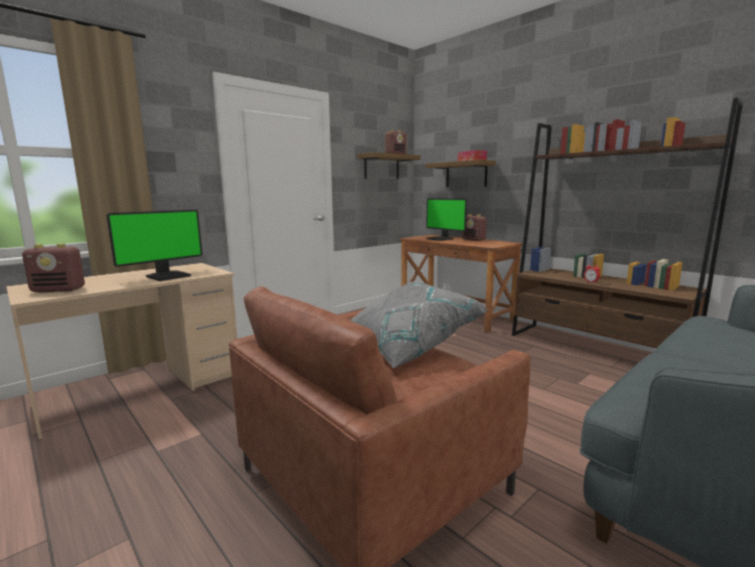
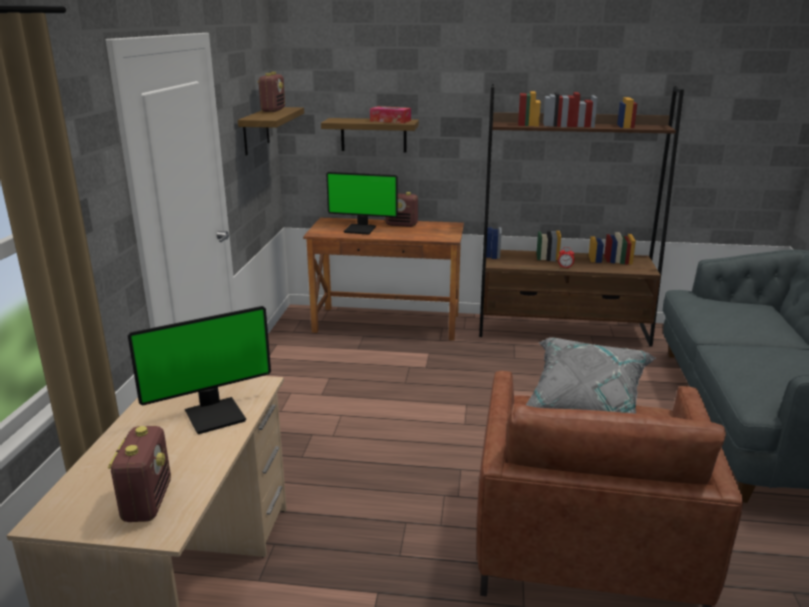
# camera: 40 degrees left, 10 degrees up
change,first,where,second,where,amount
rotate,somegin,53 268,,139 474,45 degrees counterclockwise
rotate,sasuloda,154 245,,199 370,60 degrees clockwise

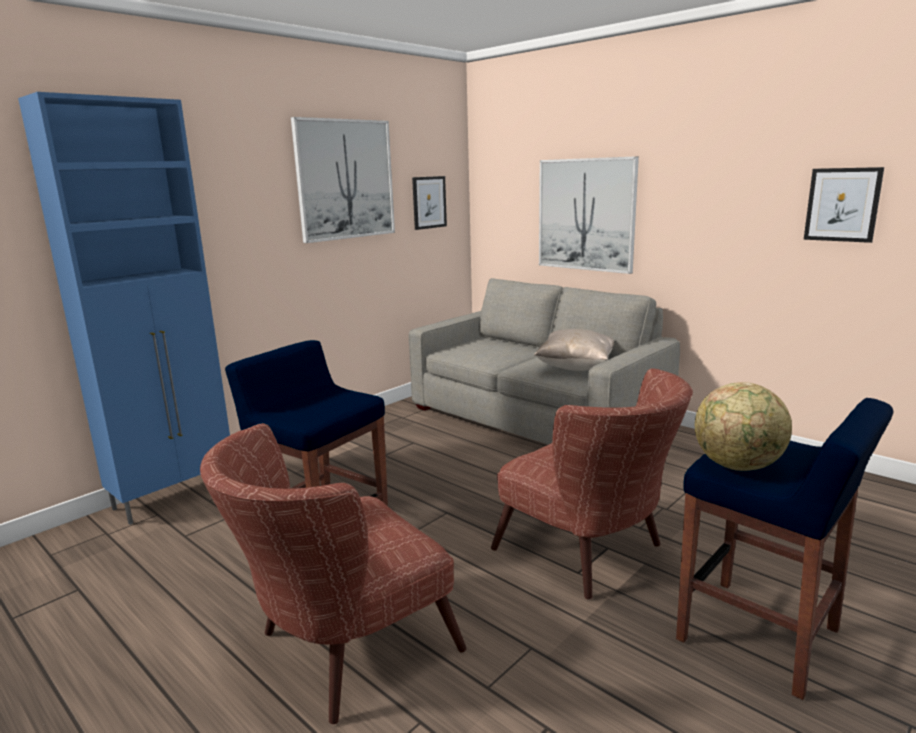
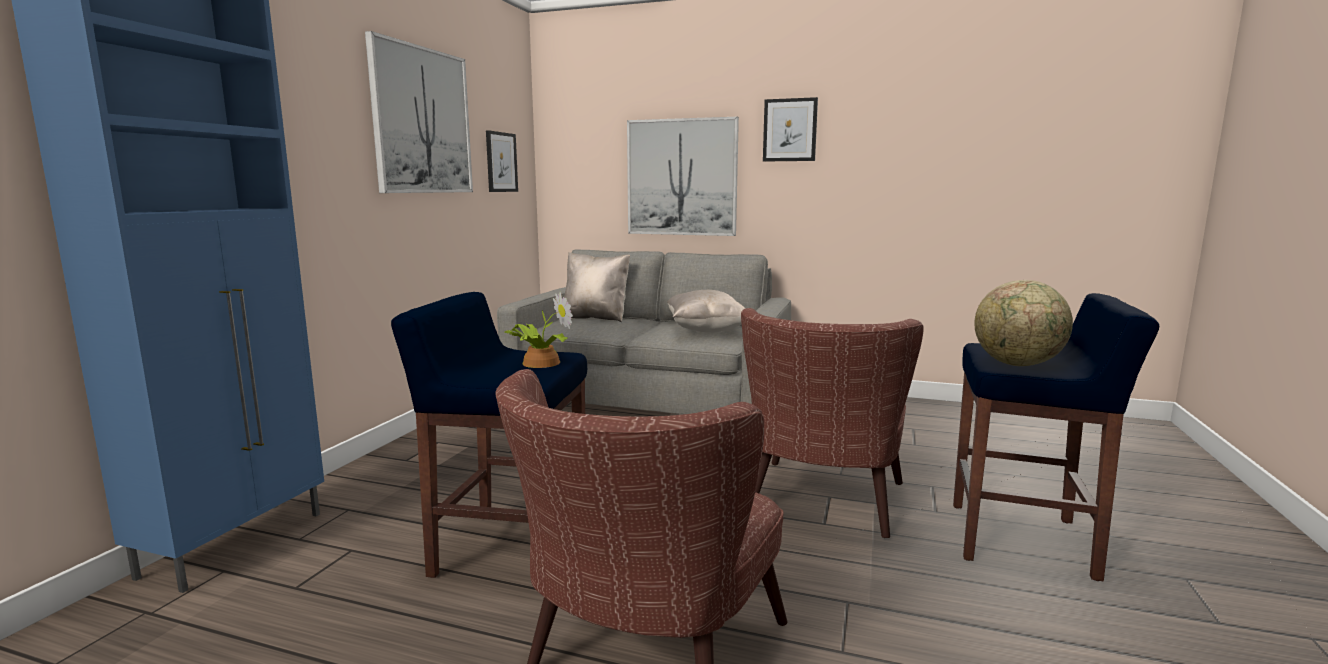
# camera: 25 degrees left, 5 degrees down
change,first,where,second,where,amount
rotate,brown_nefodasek,592 483,,832 423,90 degrees clockwise
move,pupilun,844 205,,790 129,
insert,,,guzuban,539 330,
insert,,,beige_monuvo,597 287,

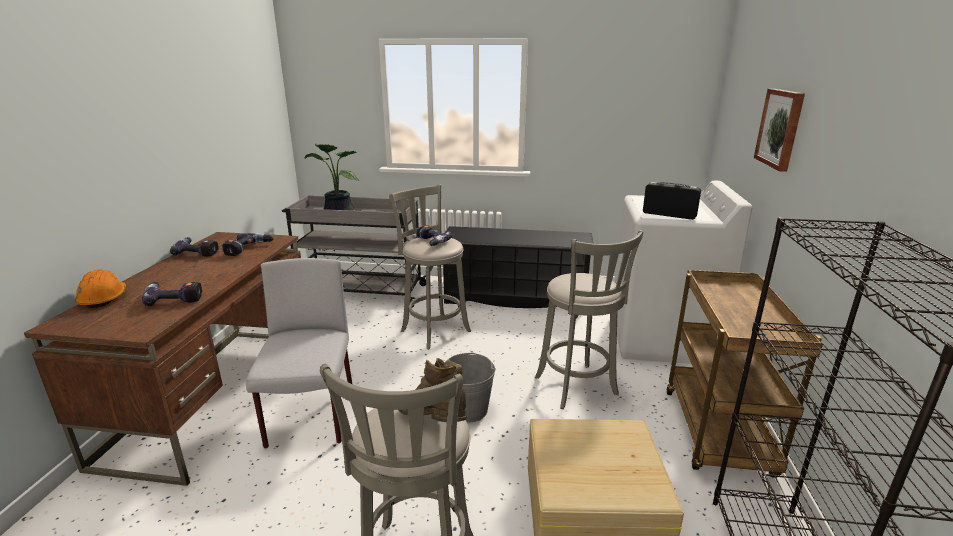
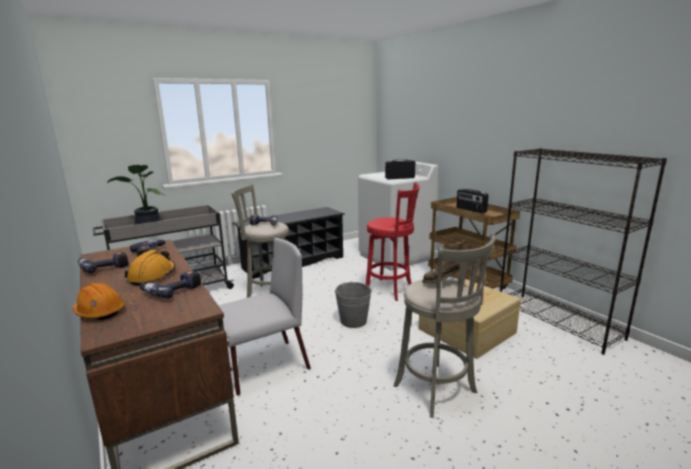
# camera: 40 degrees left, 5 degrees down
change,first,where,second,where,amount
rotate,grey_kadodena,299 353,,264 317,105 degrees clockwise
recolor,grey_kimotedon,589 319,red_kimotedon,392 241,
delete,pupilun,779 130,,,
insert,,,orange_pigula,149 268,
insert,,,somegin,472 201,

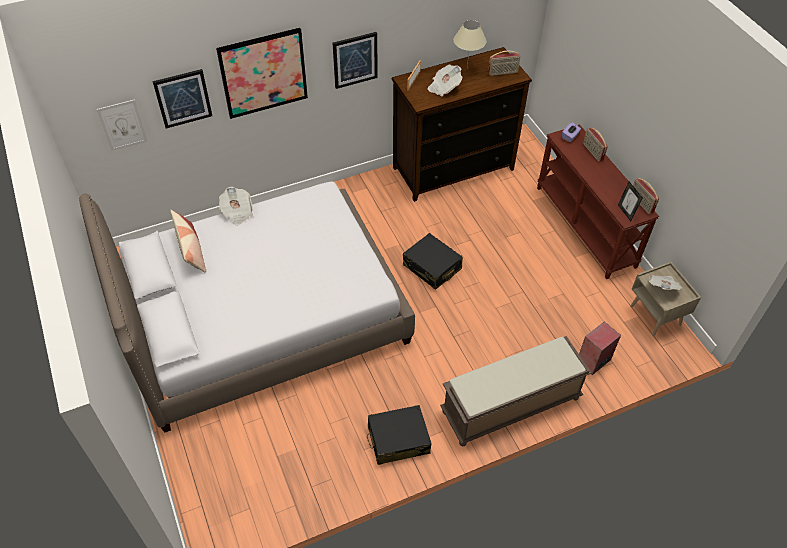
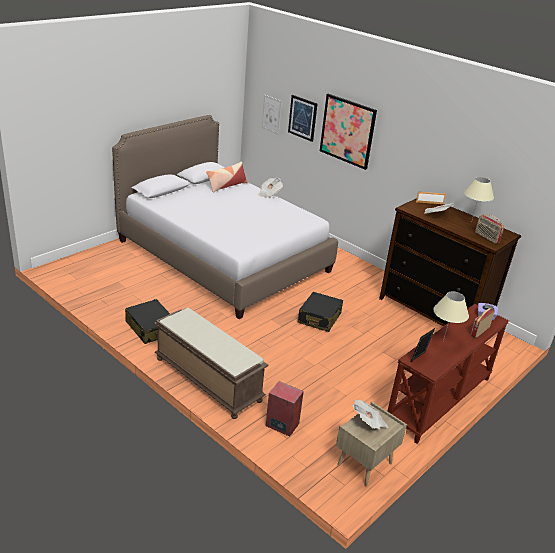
# camera: 65 degrees right, 20 degrees down
change,first,where,second,where,amount
delete,pupilun,355 60,,,
delete,somegin,646 196,,,
insert,,,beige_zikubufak,451 316,

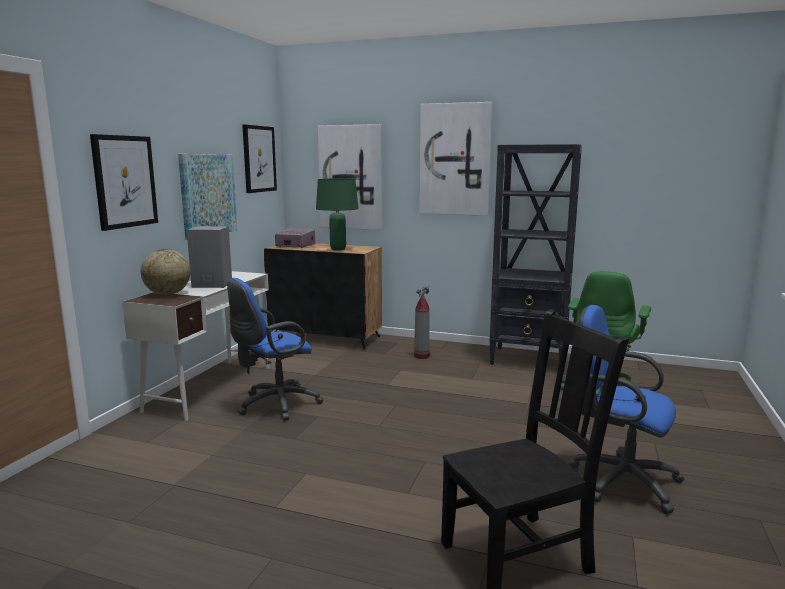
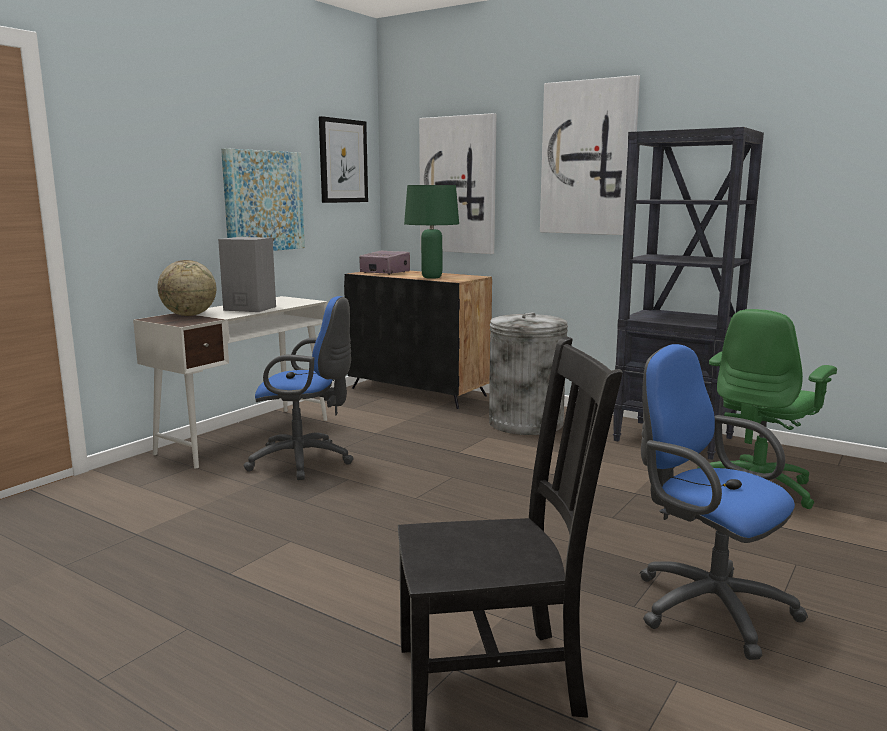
# camera: 15 degrees right, 0 degrees up
change,first,where,second,where,amount
delete,pupilun,124 182,,,
rotate,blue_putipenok,275 349,,299 388,150 degrees counterclockwise
replace,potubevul,422 322,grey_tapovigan,528 374,

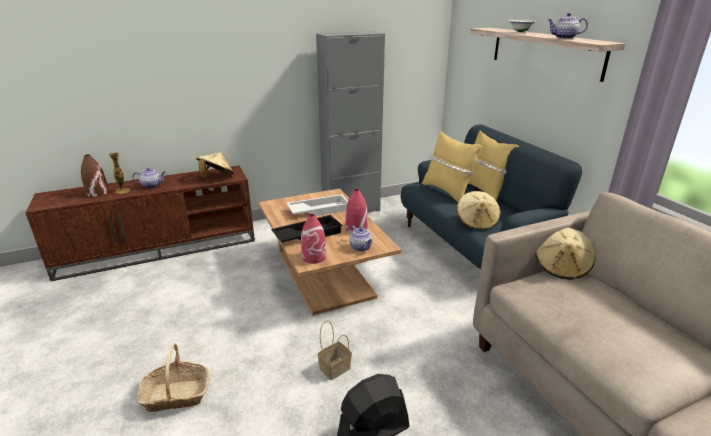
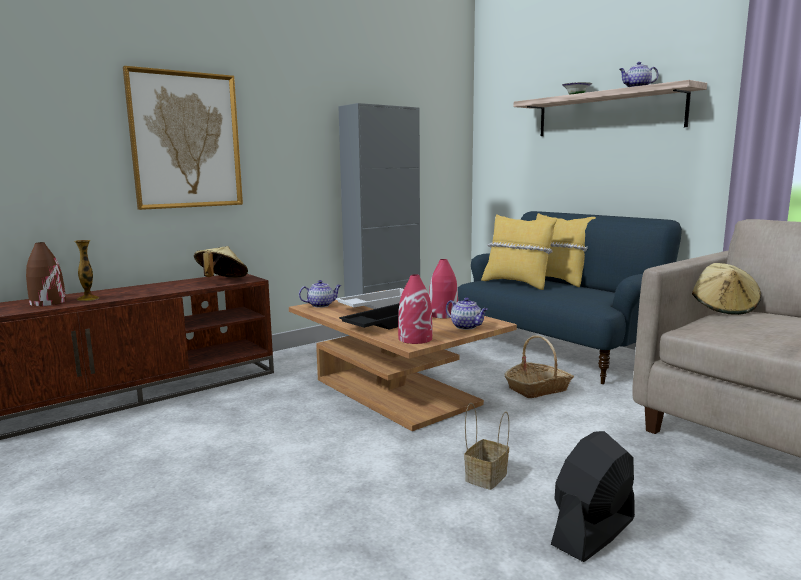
# camera: 15 degrees left, 15 degrees down
change,first,where,second,where,amount
move,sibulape,148 178,,320 294,
move,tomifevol,173 377,,539 366,
delete,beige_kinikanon,479 210,,,
insert,,,pupilun,183 138,

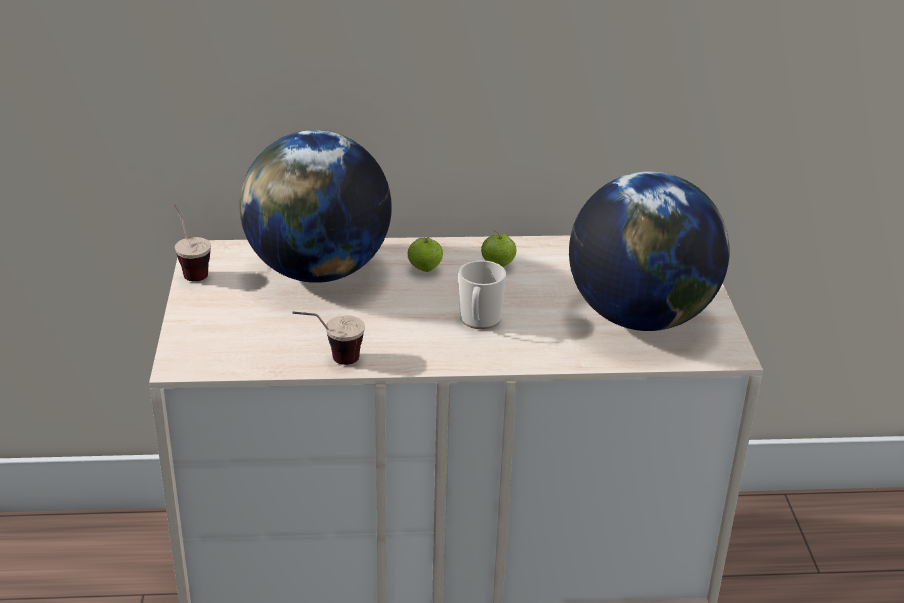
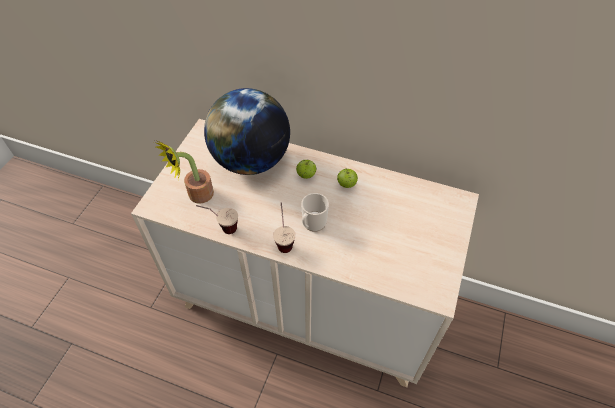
# camera: 25 degrees right, 20 degrees up
change,first,where,second,where,amount
move,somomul,192 242,,284 227,
delete,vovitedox,649 251,,,
insert,,,guzuban,184 172,

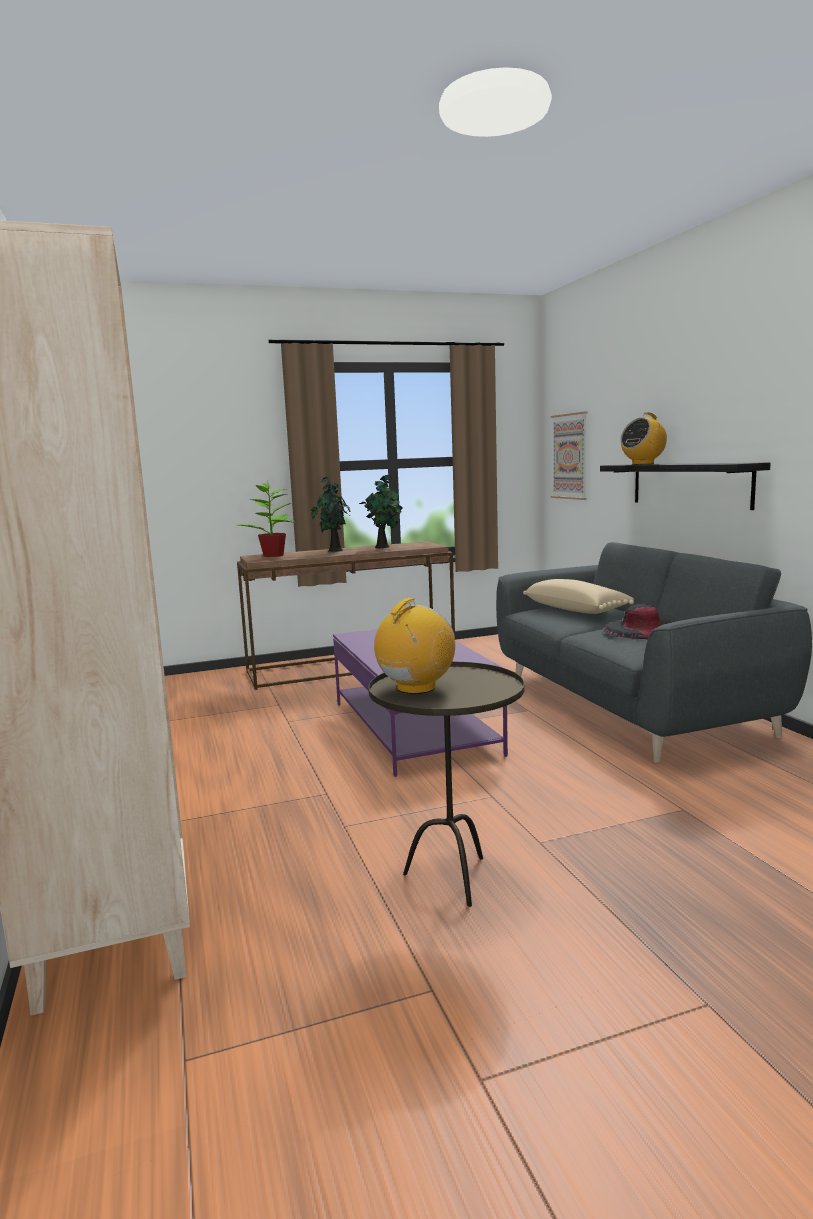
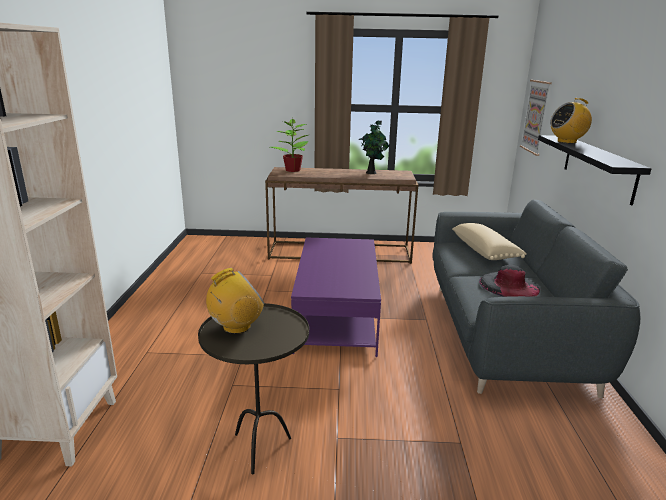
# camera: 20 degrees right, 10 degrees up
change,first,where,second,where,amount
delete,guzuban,331 514,,,

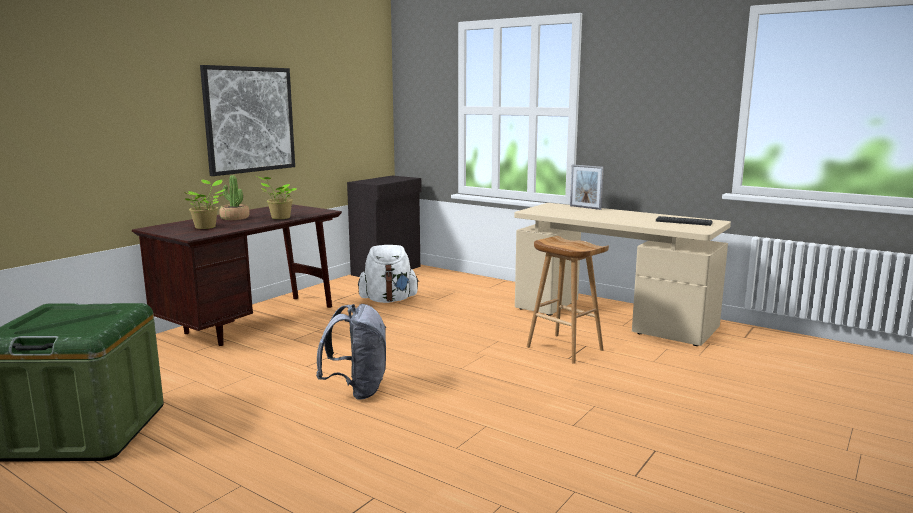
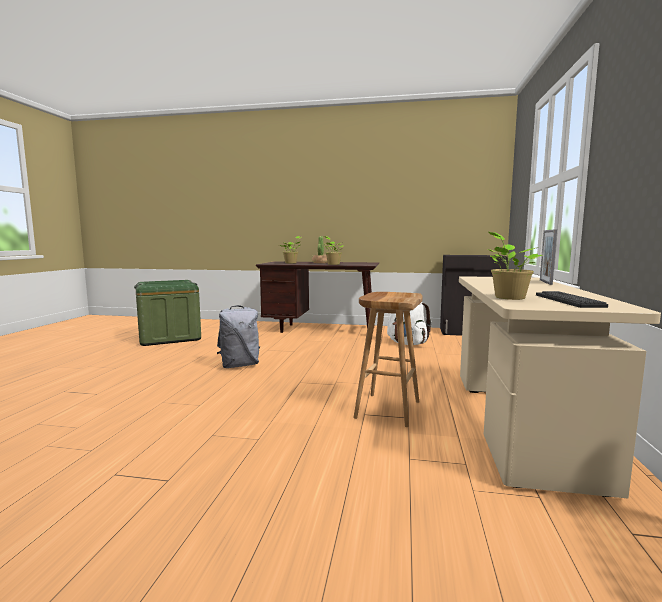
# camera: 65 degrees right, 5 degrees down
change,first,where,second,where,amount
delete,pupilun,247 120,,,
insert,,,guzuban,514 266,

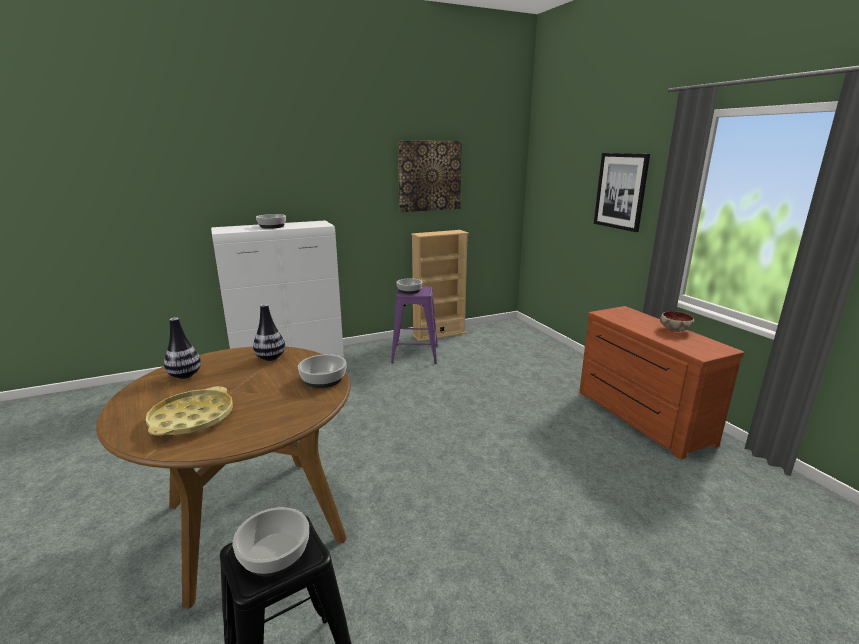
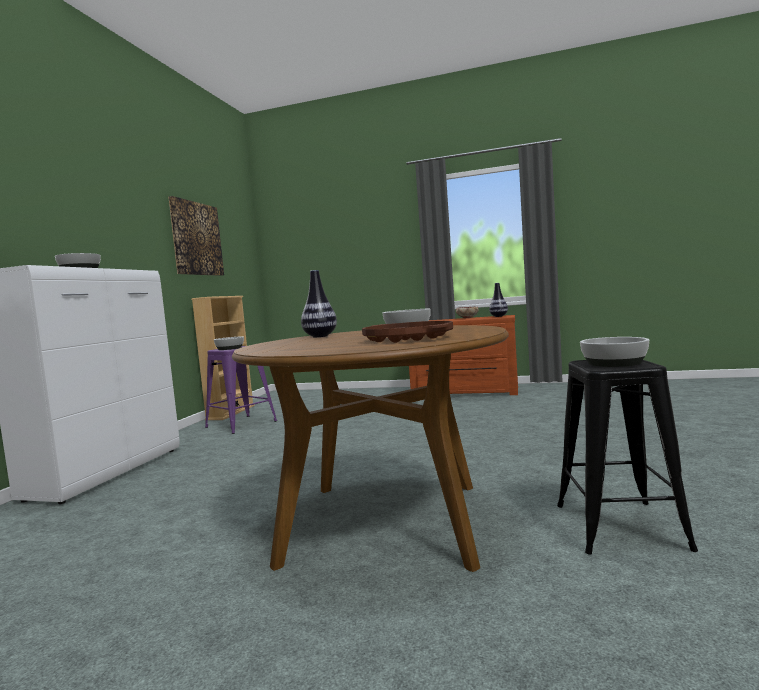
# camera: 50 degrees left, 15 degrees down
change,first,where,second,where,amount
recolor,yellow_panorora,189 411,brown_panorora,407 332,
move,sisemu,182 348,,498 300,
delete,pupilun,622 192,,,

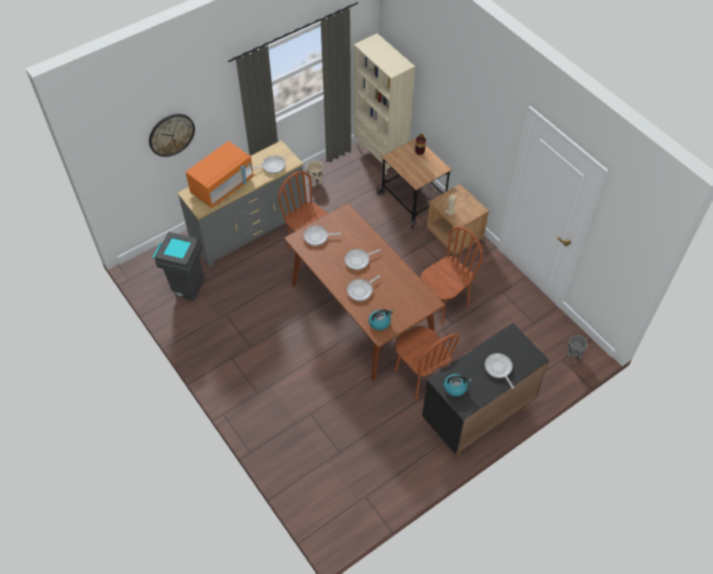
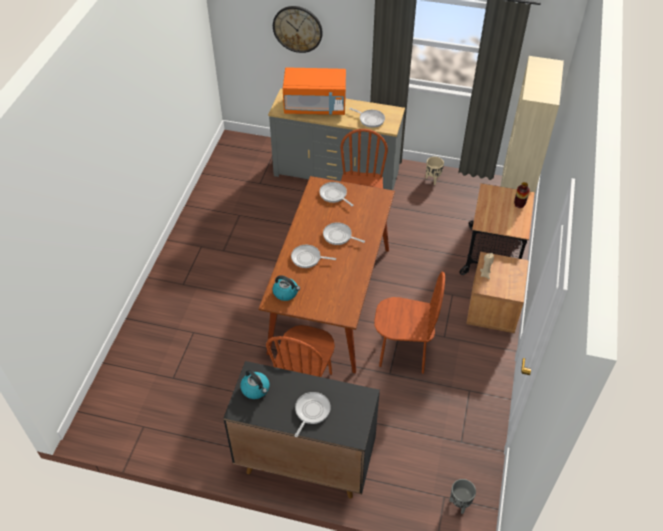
# camera: 50 degrees right, 5 degrees down
change,first,where,second,where,amount
delete,grey_tapovigan,178 266,,,

